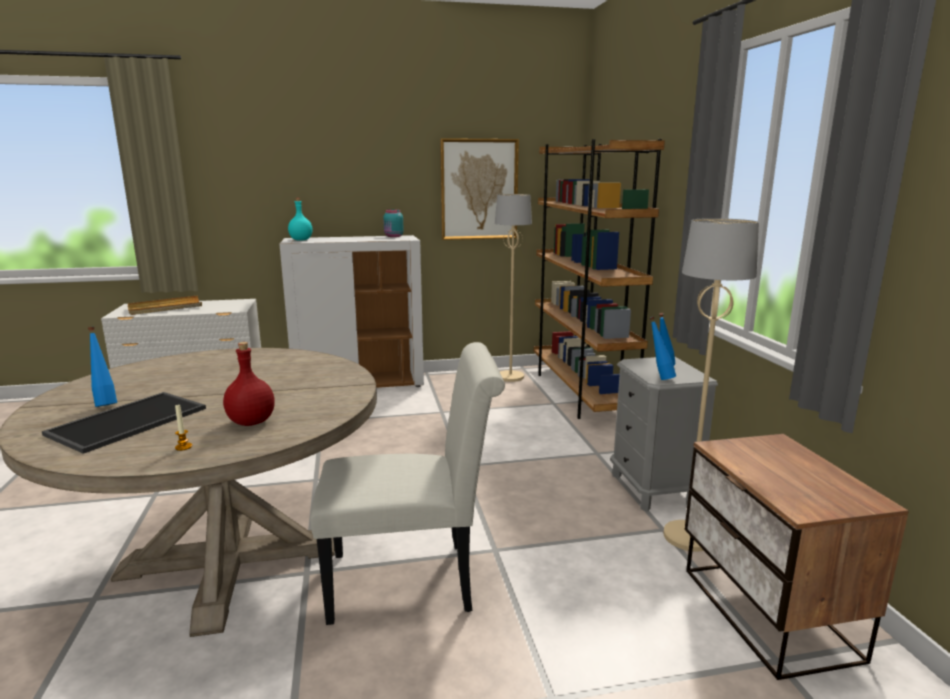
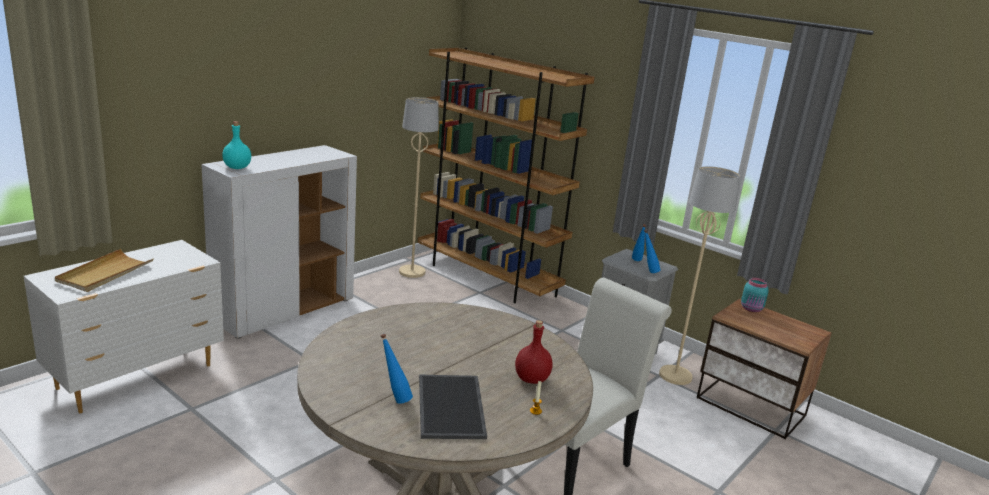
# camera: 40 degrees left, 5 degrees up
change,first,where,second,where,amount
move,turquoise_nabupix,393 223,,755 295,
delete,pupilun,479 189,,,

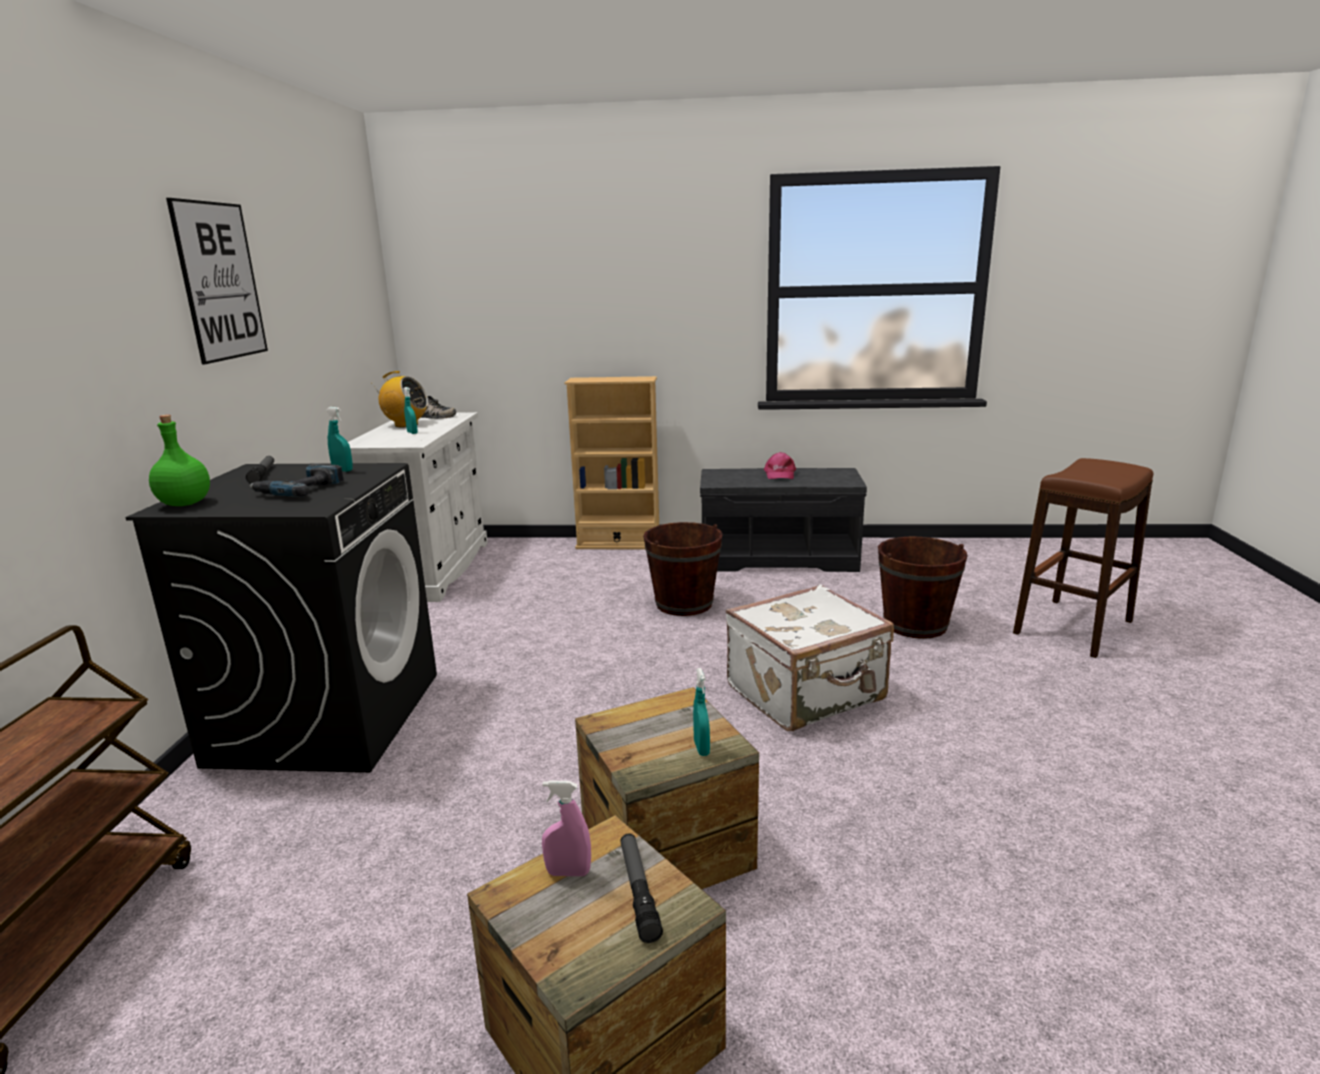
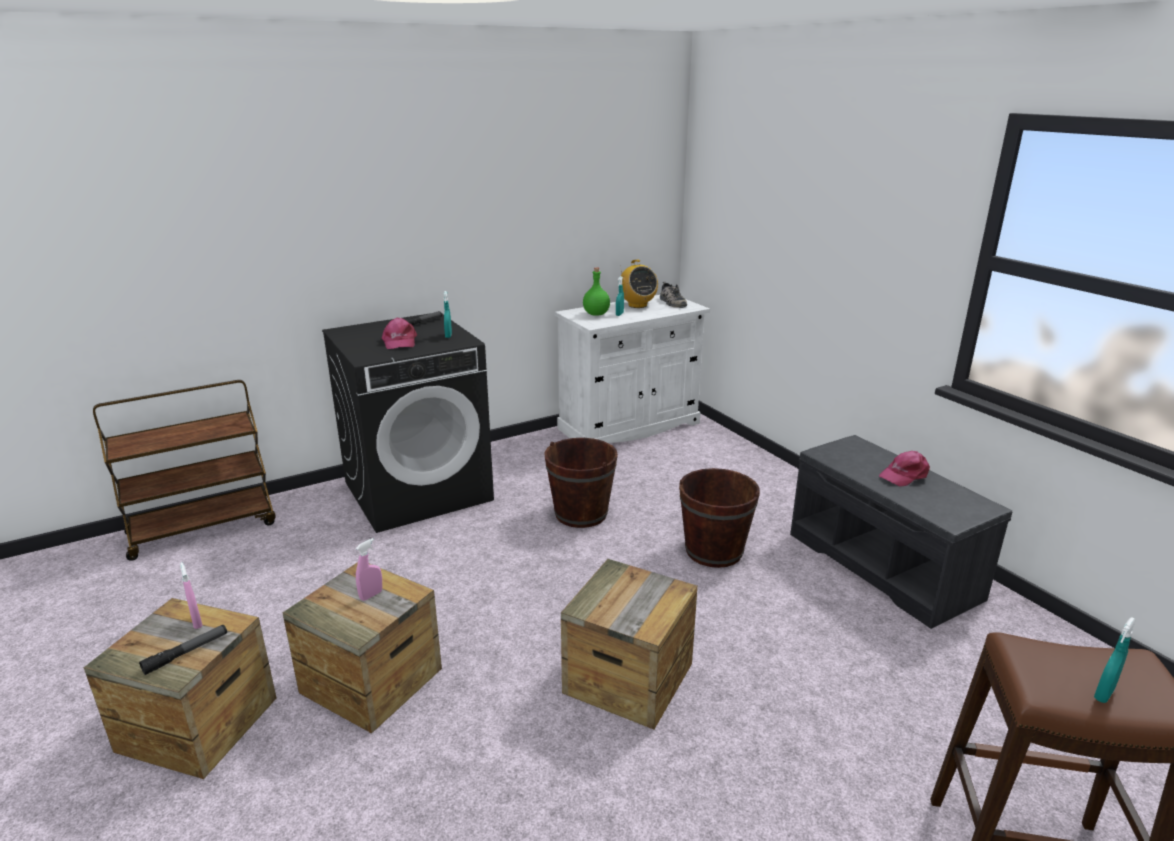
# camera: 55 degrees right, 5 degrees up
change,first,where,second,where,amount
move,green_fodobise,179 460,,596 292,
delete,pupilun,217 281,,,
replace,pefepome,297 480,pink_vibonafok,399 333,
delete,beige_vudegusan,612 462,,,
move,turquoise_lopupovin,701 712,,1115 660,
replace,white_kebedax,810 657,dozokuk,629 644,
move,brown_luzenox,923 587,,581 483,
insert,,,pink_lopupovin,369 569,

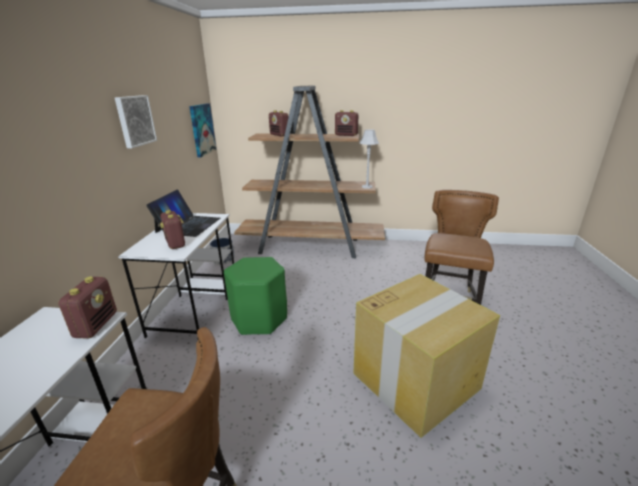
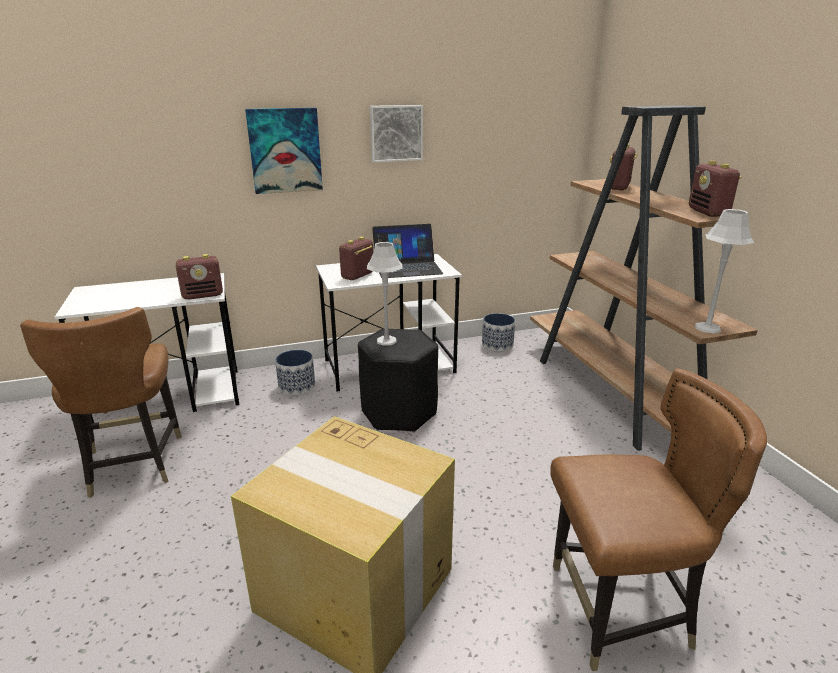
# camera: 65 degrees right, 0 degrees up
change,first,where,second,where,amount
move,pupilun,202 130,,284 151,
recolor,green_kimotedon,255 296,black_kimotedon,398 380,
insert,,,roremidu,295 372,
insert,,,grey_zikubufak,385 294,

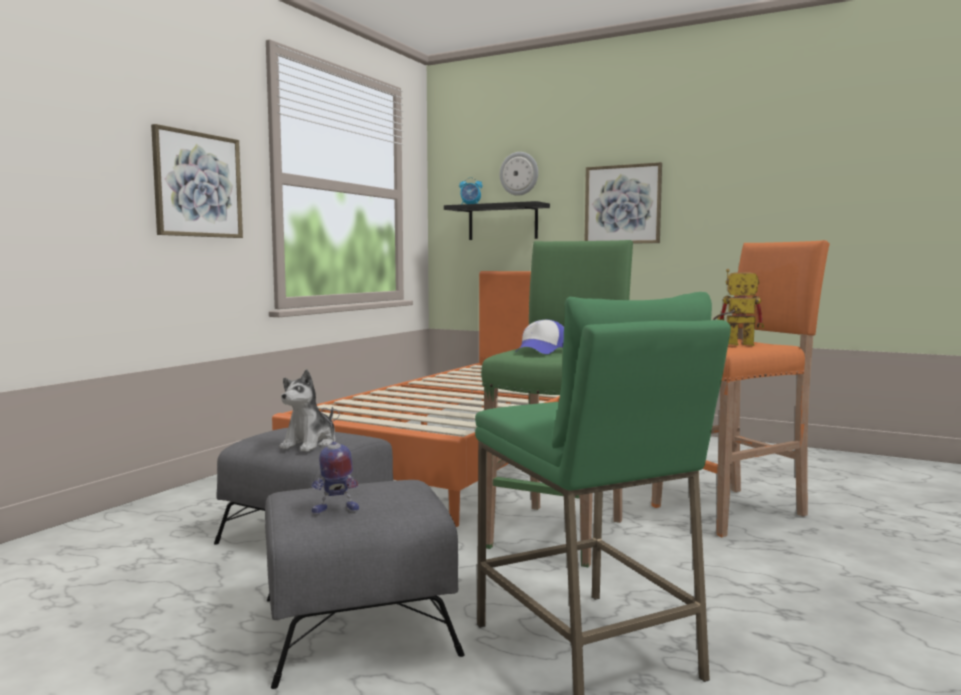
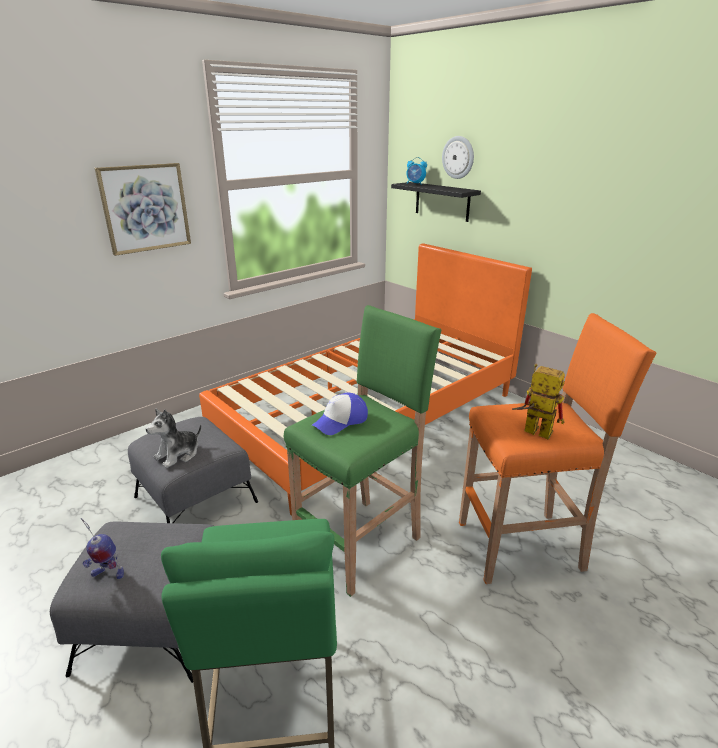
# camera: 20 degrees right, 20 degrees up
change,first,where,second,where,amount
delete,pupilun,623 202,,,

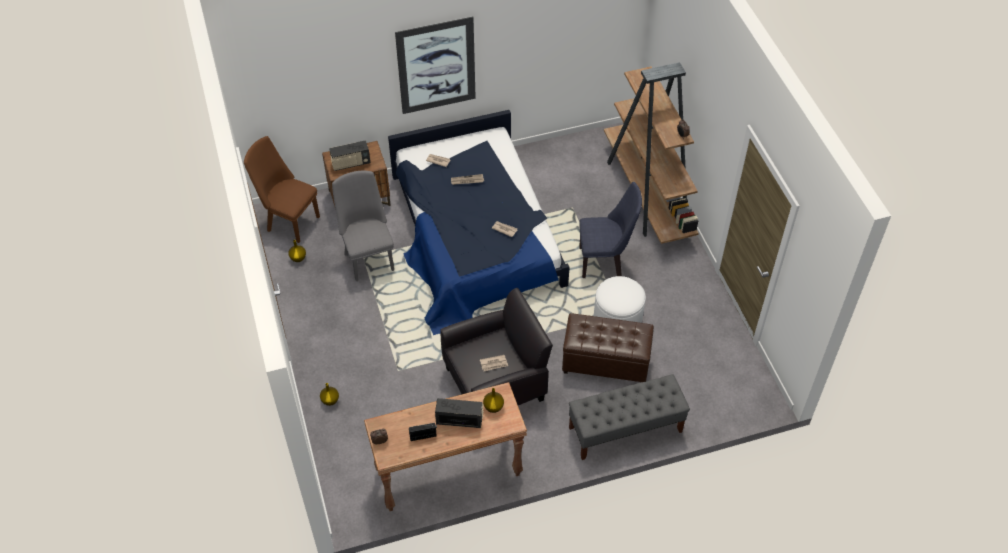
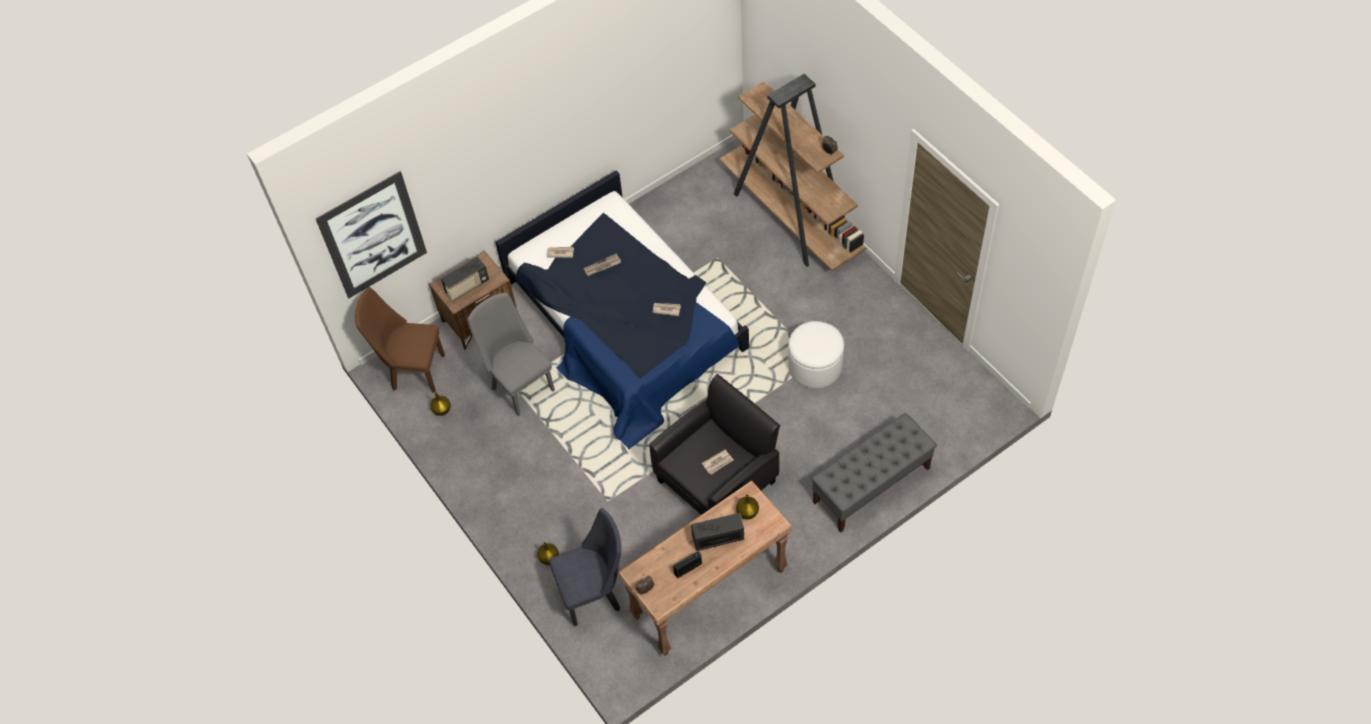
# camera: 15 degrees left, 5 degrees up
change,first,where,second,where,amount
move,pupilun,435 65,,371 234,
delete,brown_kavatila,608 347,,,
move,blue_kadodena,610 230,,585 567,

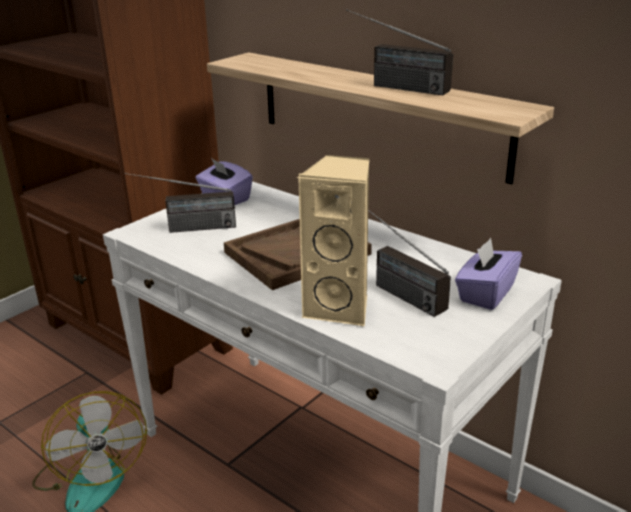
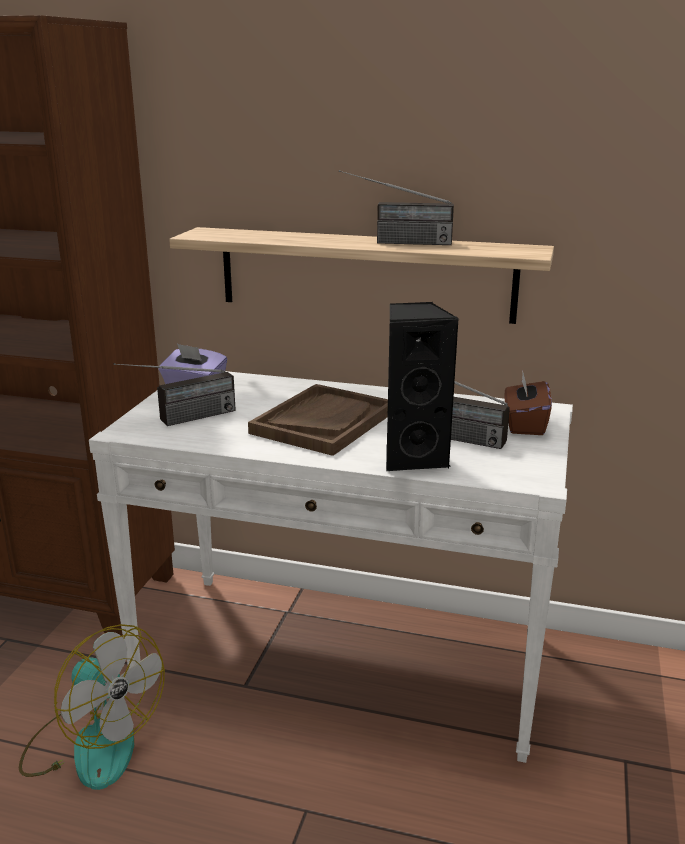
# camera: 25 degrees left, 5 degrees down
change,first,where,second,where,amount
recolor,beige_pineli,333 240,black_pineli,422 386,
recolor,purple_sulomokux,488 274,brown_sulomokux,528 404,

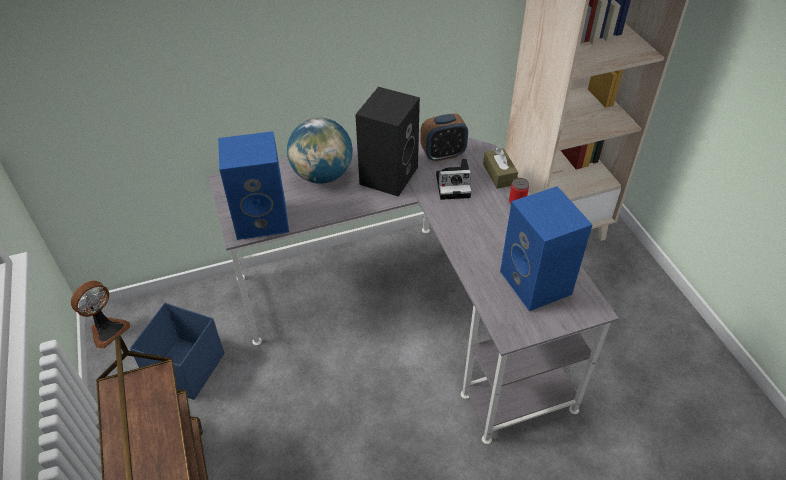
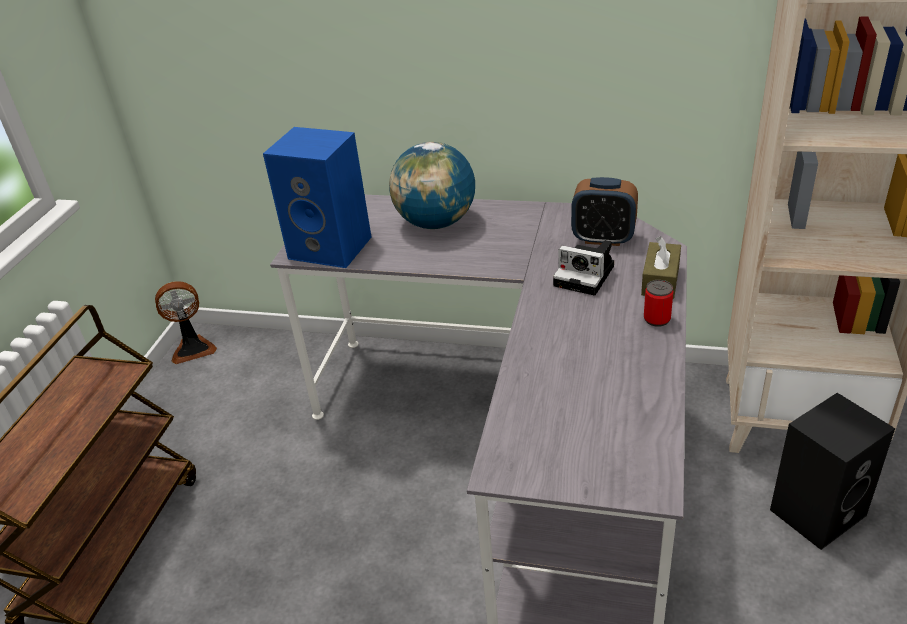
# camera: 35 degrees right, 10 degrees down
change,first,where,second,where,amount
delete,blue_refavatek,177 351,,,
move,black_pineli,387 142,,832 471,
delete,blue_pineli,546 248,,,

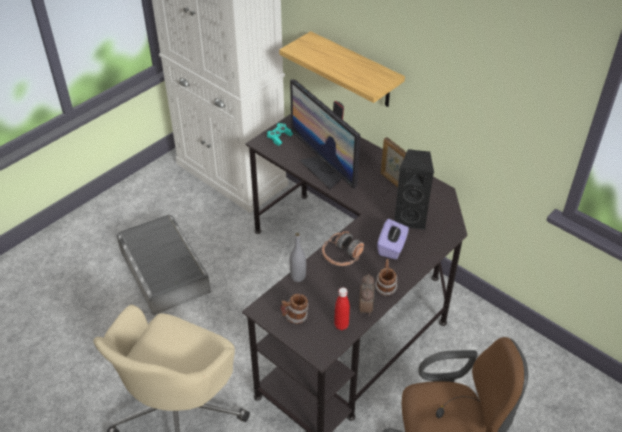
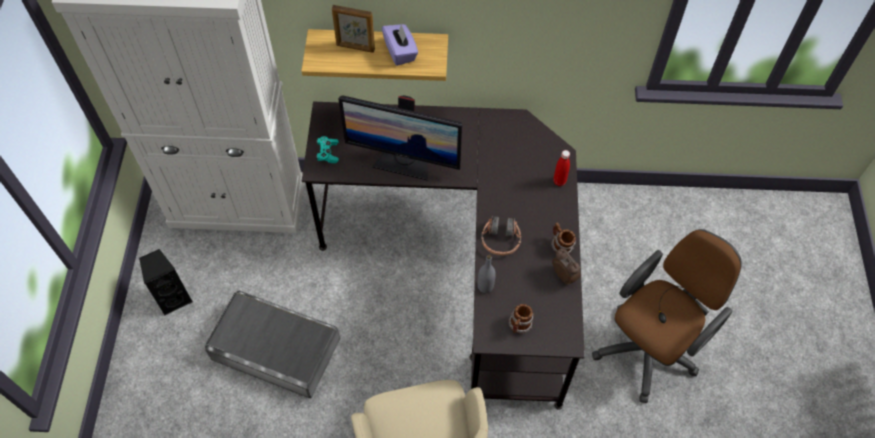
# camera: 40 degrees left, 15 degrees up
change,first,where,second,where,amount
move,red_fodobise,342 309,,561 168,
move,purple_sulomokux,393 239,,400 44,
move,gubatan,394 162,,353 29,
move,black_pineli,414 189,,166 282,

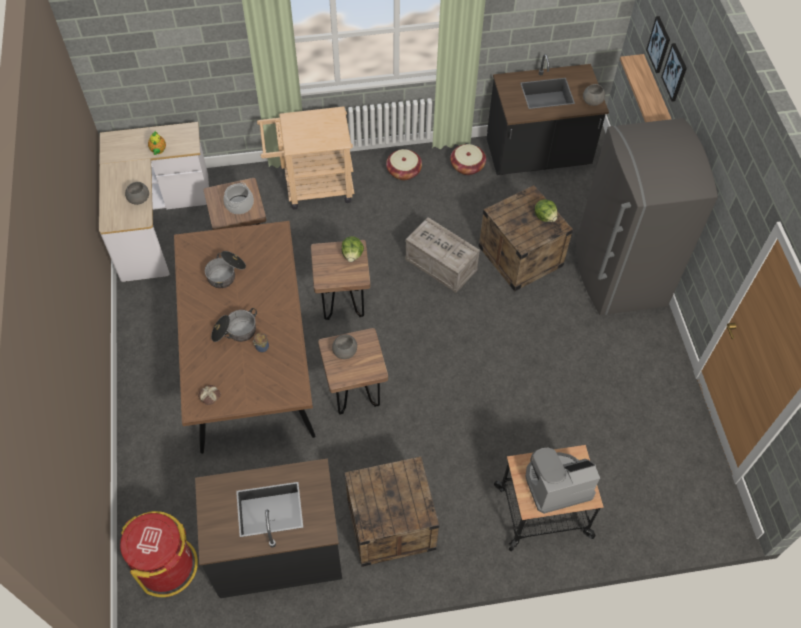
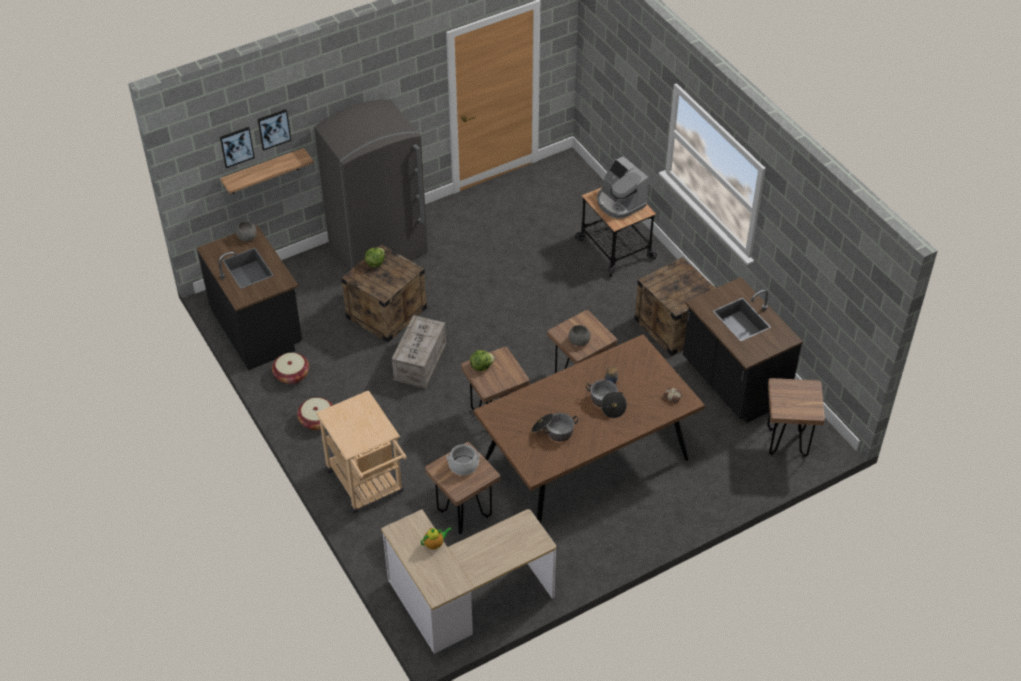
# camera: 110 degrees left, 10 degrees down
change,first,where,second,where,amount
replace,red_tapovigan,159 554,brown_kimotedon,796 417,
delete,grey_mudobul,137 193,,,

